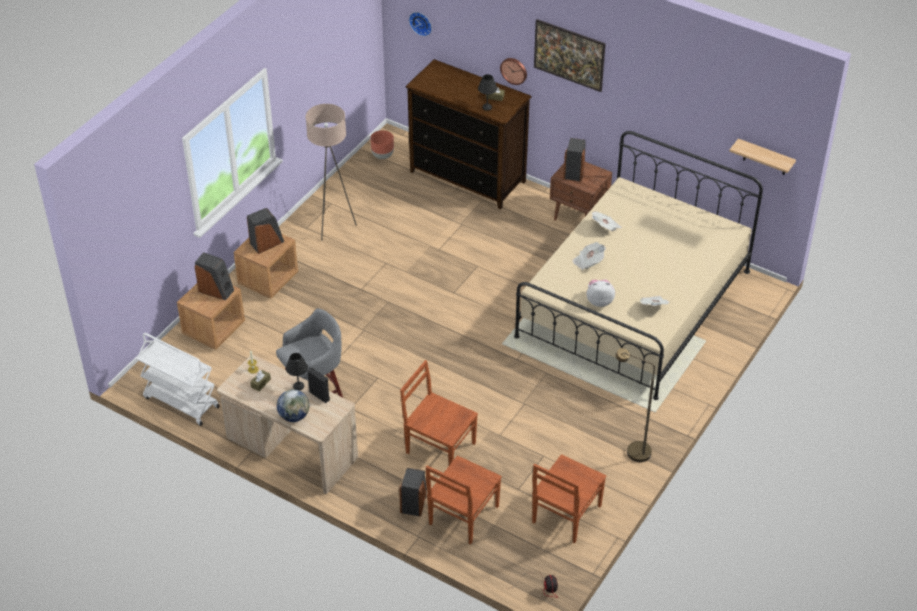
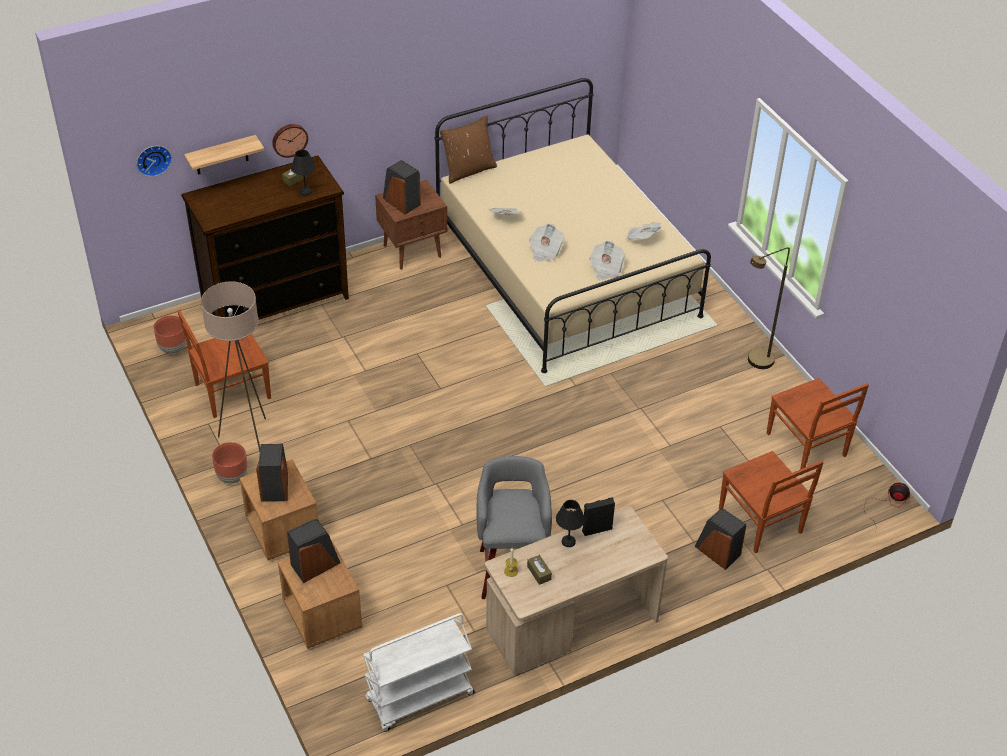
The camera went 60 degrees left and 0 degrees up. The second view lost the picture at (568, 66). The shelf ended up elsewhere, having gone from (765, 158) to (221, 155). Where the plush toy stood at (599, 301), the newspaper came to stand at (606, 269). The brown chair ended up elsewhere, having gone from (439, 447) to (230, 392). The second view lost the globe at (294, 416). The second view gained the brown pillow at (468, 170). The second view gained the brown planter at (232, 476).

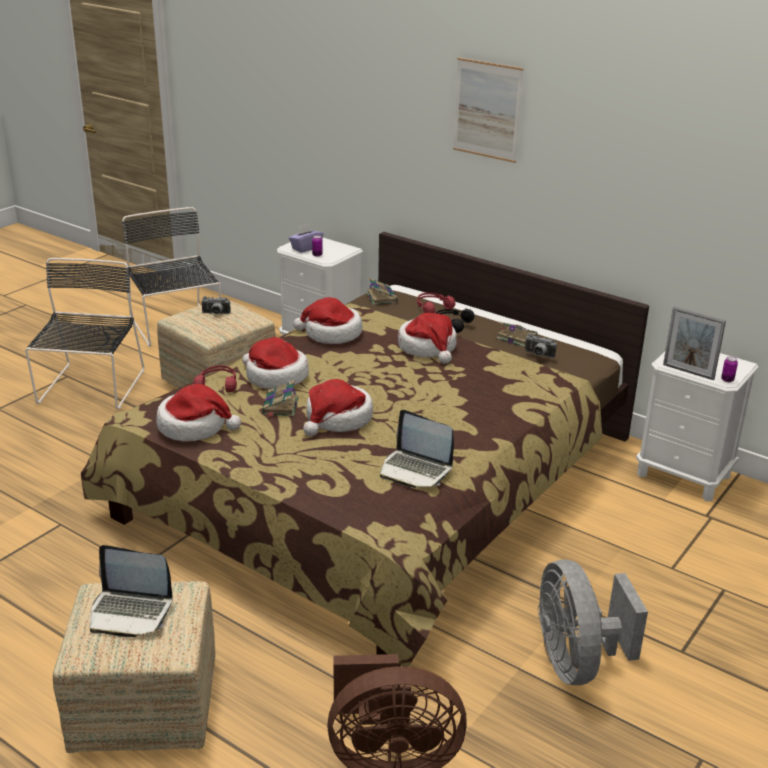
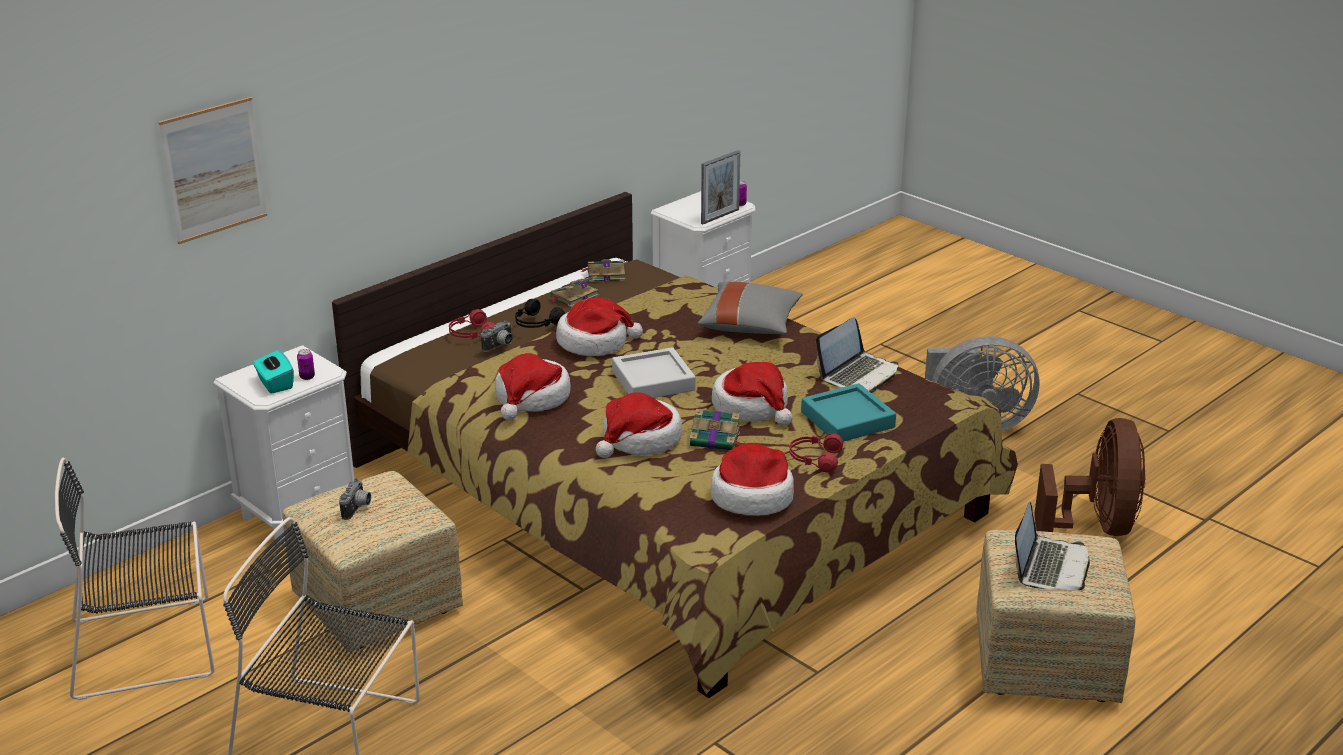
The camera went 80 degrees left and 0 degrees up. The picture ended up elsewhere, having gone from (487, 110) to (214, 170). What was the purple tissue box at (306, 248) turned into the turquoise tissue box at (275, 384). The book ended up elsewhere, having gone from (381, 297) to (605, 274). The photo camera ended up elsewhere, having gone from (538, 355) to (500, 346). The red headphones ended up elsewhere, having gone from (218, 384) to (814, 459). The second view gained the grey pillow at (750, 325). The second view gained the grey tray at (653, 381). The second view gained the turquoise tray at (847, 420).

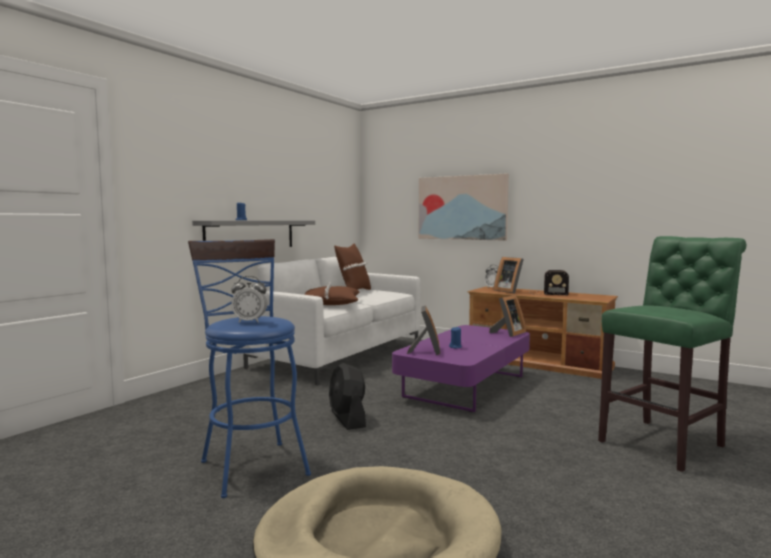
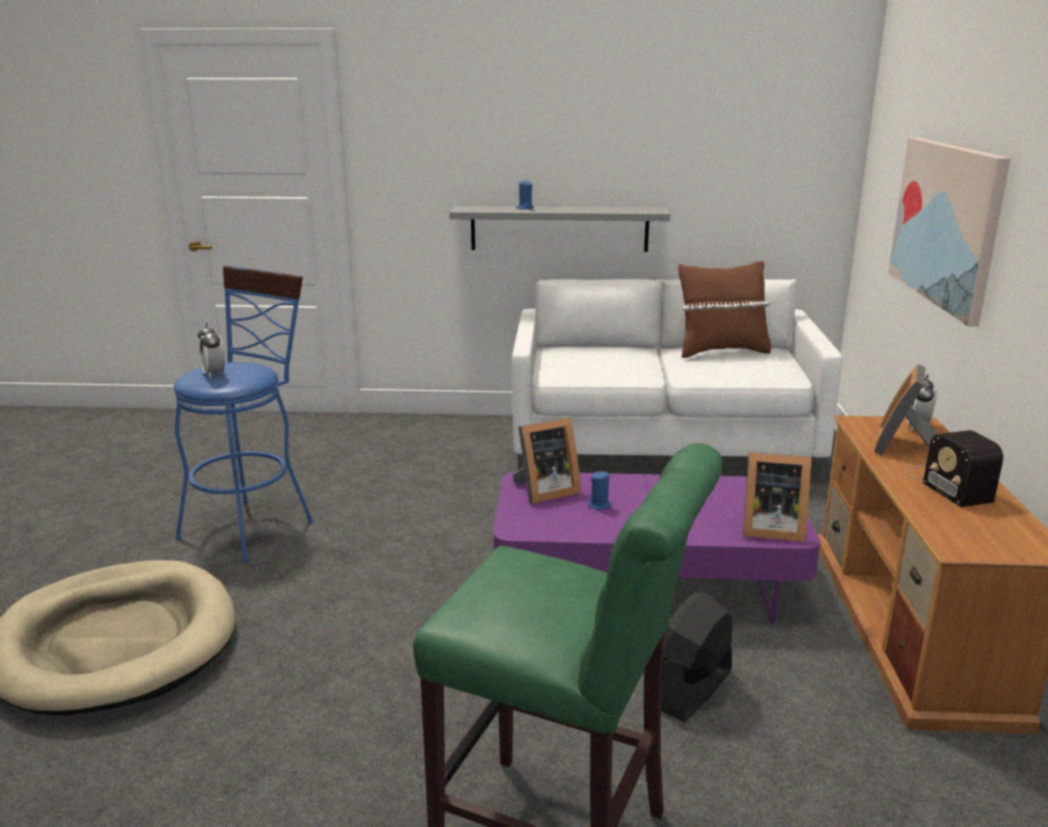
The camera went 60 degrees right and 15 degrees up. The second view lost the brown pillow at (330, 303). The black fan ended up elsewhere, having gone from (347, 419) to (692, 689).

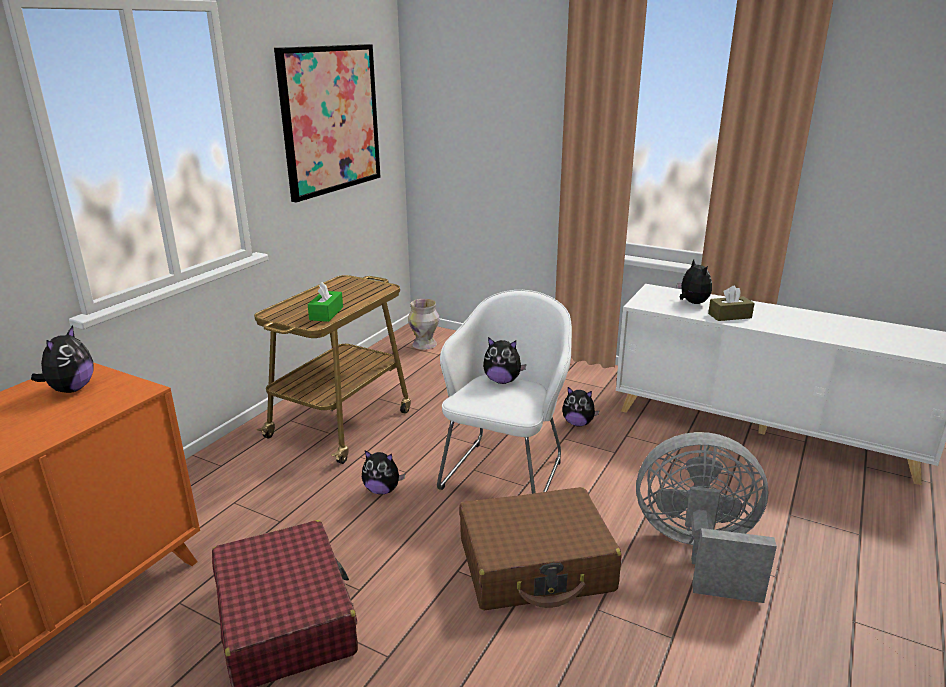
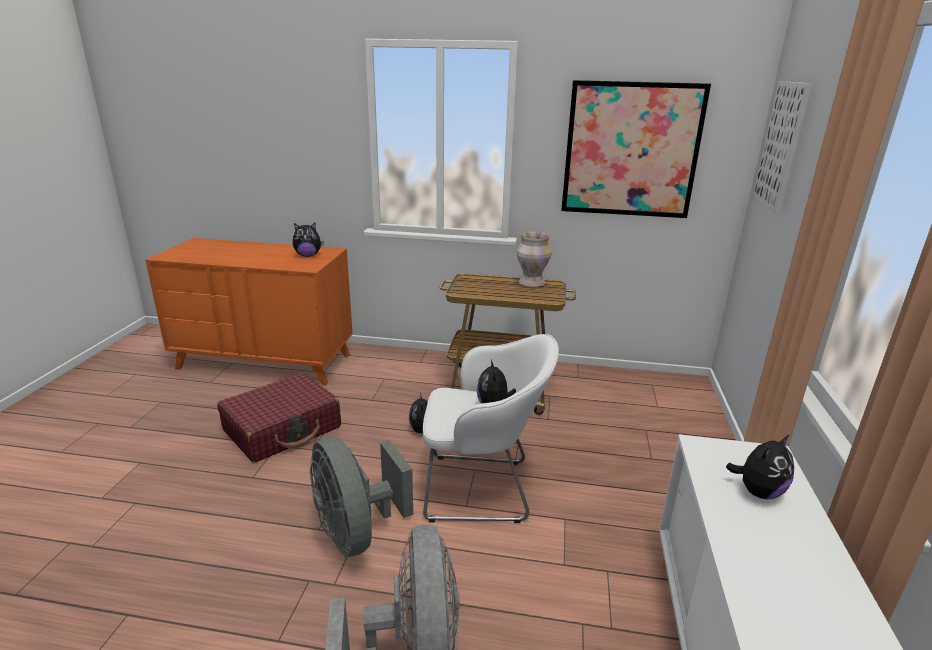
The camera went 70 degrees right and 0 degrees up. The second view lost the green tissue box at (326, 313). The second view lost the brown tissue box at (729, 316). The vase ended up elsewhere, having gone from (424, 345) to (531, 283). The second view lost the plush toy at (578, 423). Where the brown suitcase stood at (536, 565), the grey fan came to stand at (357, 532). The second view gained the picture at (781, 146).

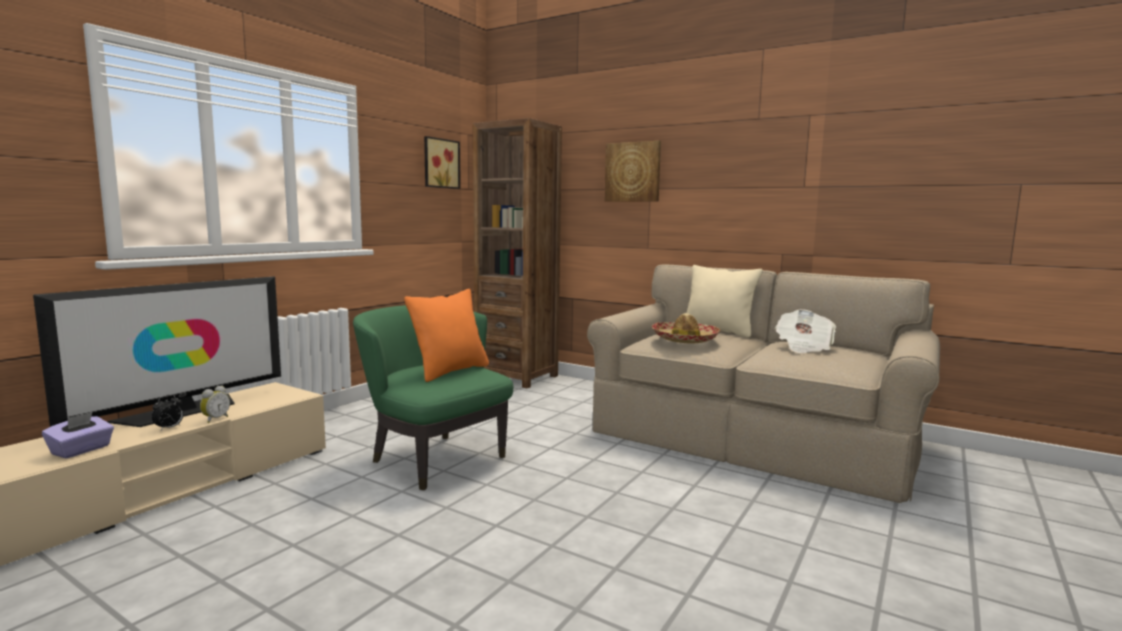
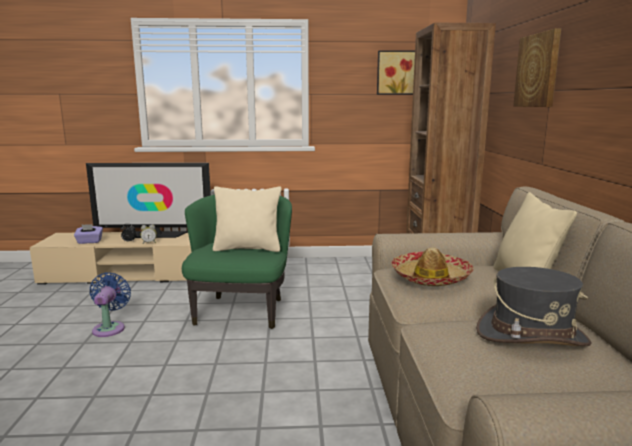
The camera went 55 degrees right and 5 degrees up. What was the orange pillow at (450, 371) turned into the beige pillow at (248, 248). Where the newspaper stood at (803, 347), the grey hat came to stand at (531, 336). The second view gained the blue fan at (110, 328).

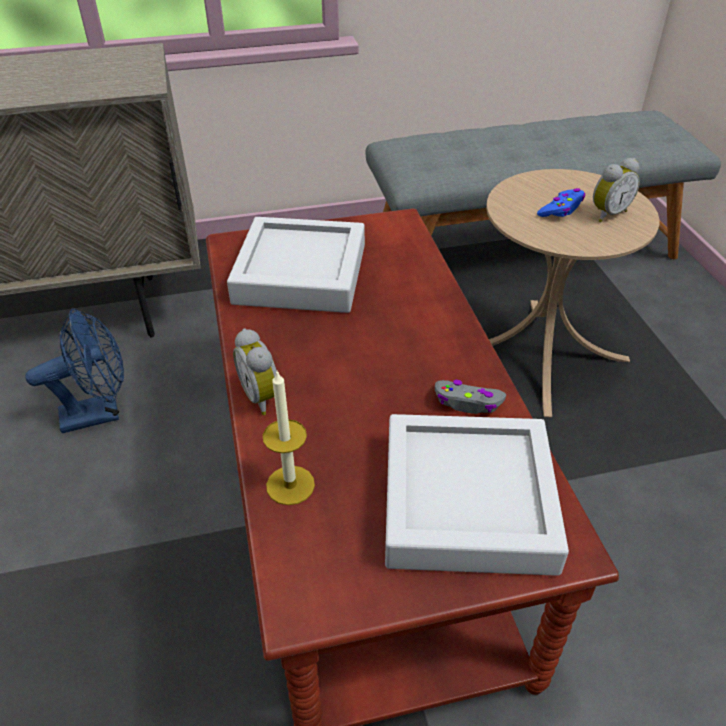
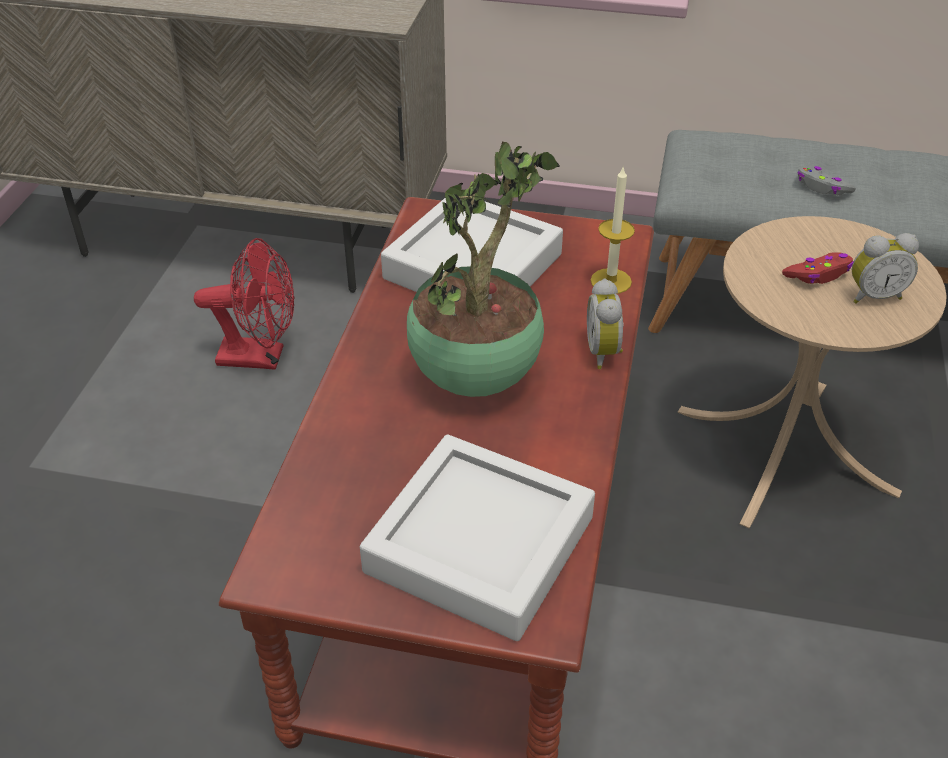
The camera went 25 degrees right and 0 degrees up. What was the blue game controller at (561, 209) turned into the red game controller at (818, 274). What was the blue fan at (100, 413) turned into the red fan at (261, 357). The alarm clock ended up elsewhere, having gone from (263, 396) to (605, 352). The candle ended up elsewhere, having gone from (290, 485) to (611, 281). The grey game controller ended up elsewhere, having gone from (468, 402) to (822, 188). The second view gained the potted plant at (477, 376).

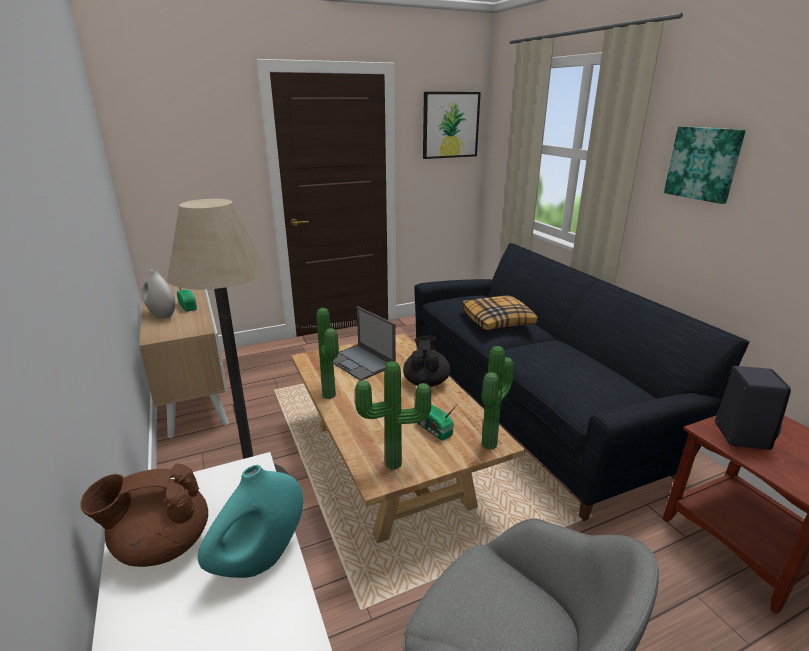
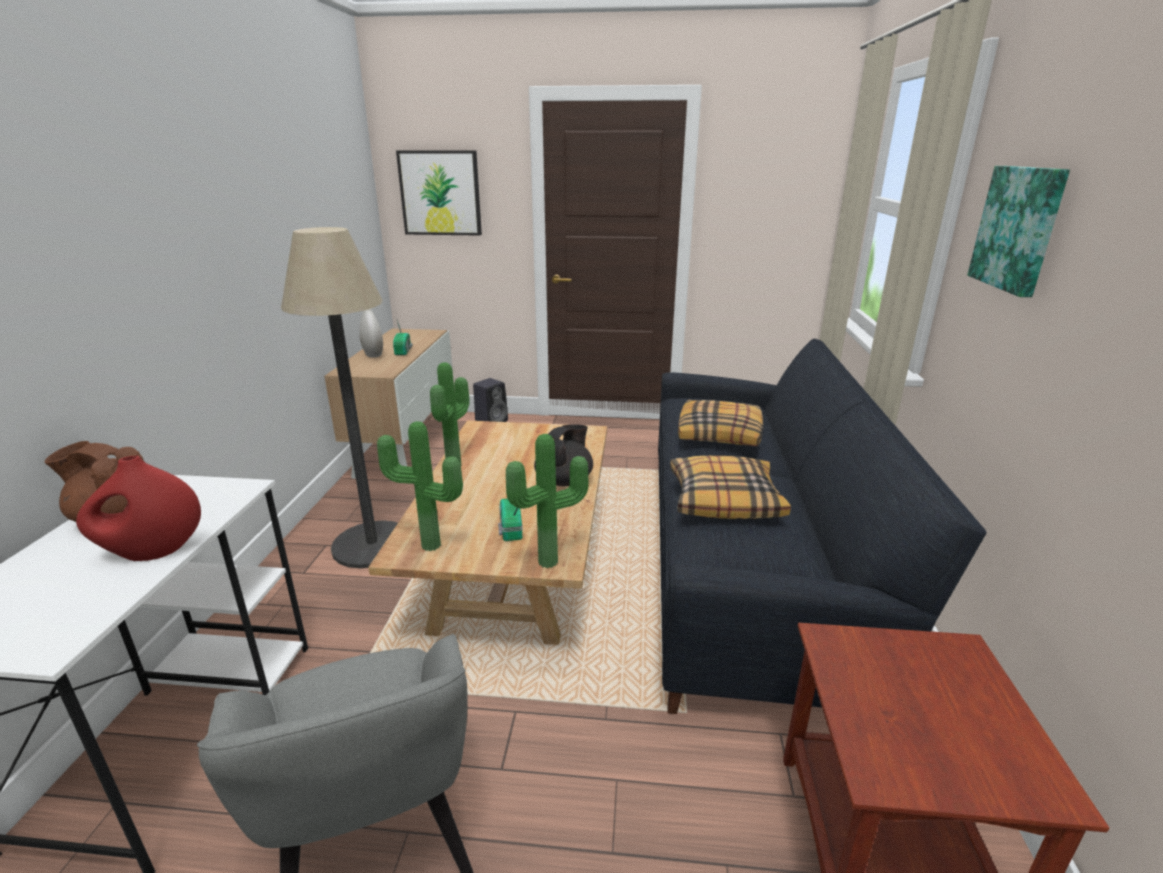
The camera went 30 degrees right and 0 degrees up. The picture ended up elsewhere, having gone from (450, 125) to (440, 193). The second view lost the laptop at (361, 362). The black speaker ended up elsewhere, having gone from (740, 434) to (492, 421). What was the turquoise vase at (260, 560) turned into the red vase at (152, 552). The second view gained the pillow at (724, 499).

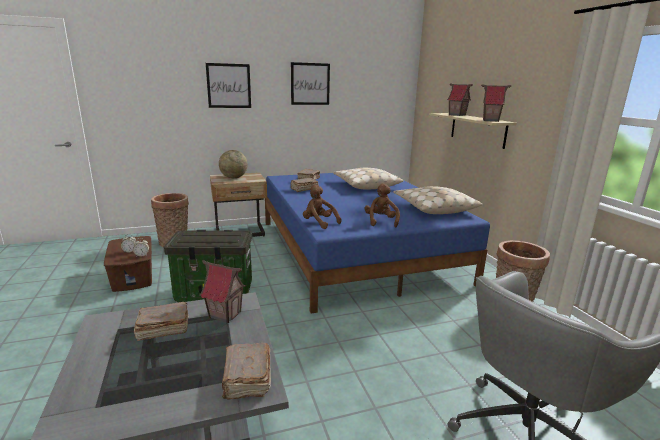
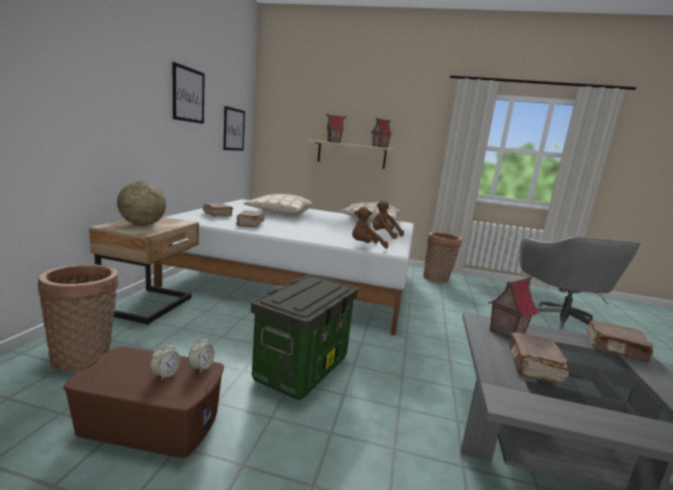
The camera went 60 degrees left and 5 degrees down. The picture ended up elsewhere, having gone from (229, 86) to (234, 129). What was the blue bed at (356, 250) turned into the white bed at (297, 279).

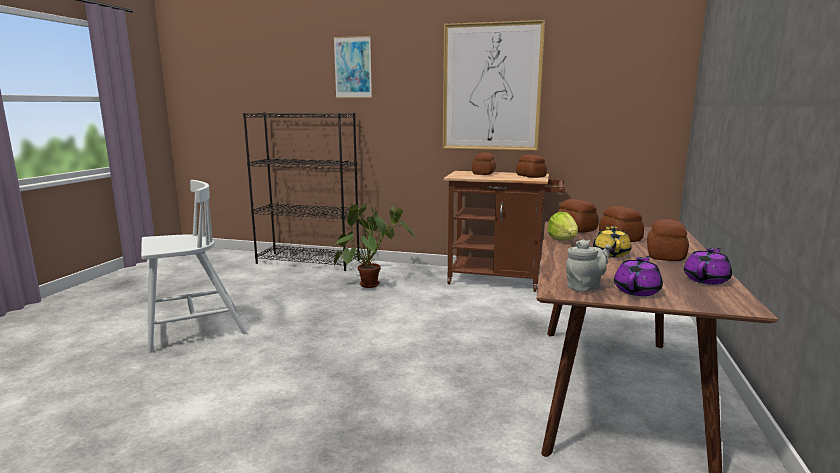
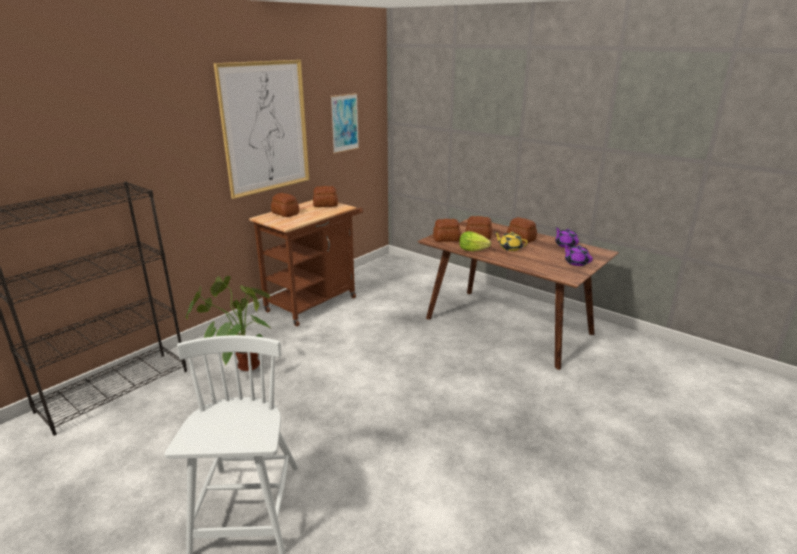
The camera went 65 degrees left and 10 degrees up. The picture ended up elsewhere, having gone from (353, 67) to (344, 123). The second view lost the grey teapot at (585, 287).

